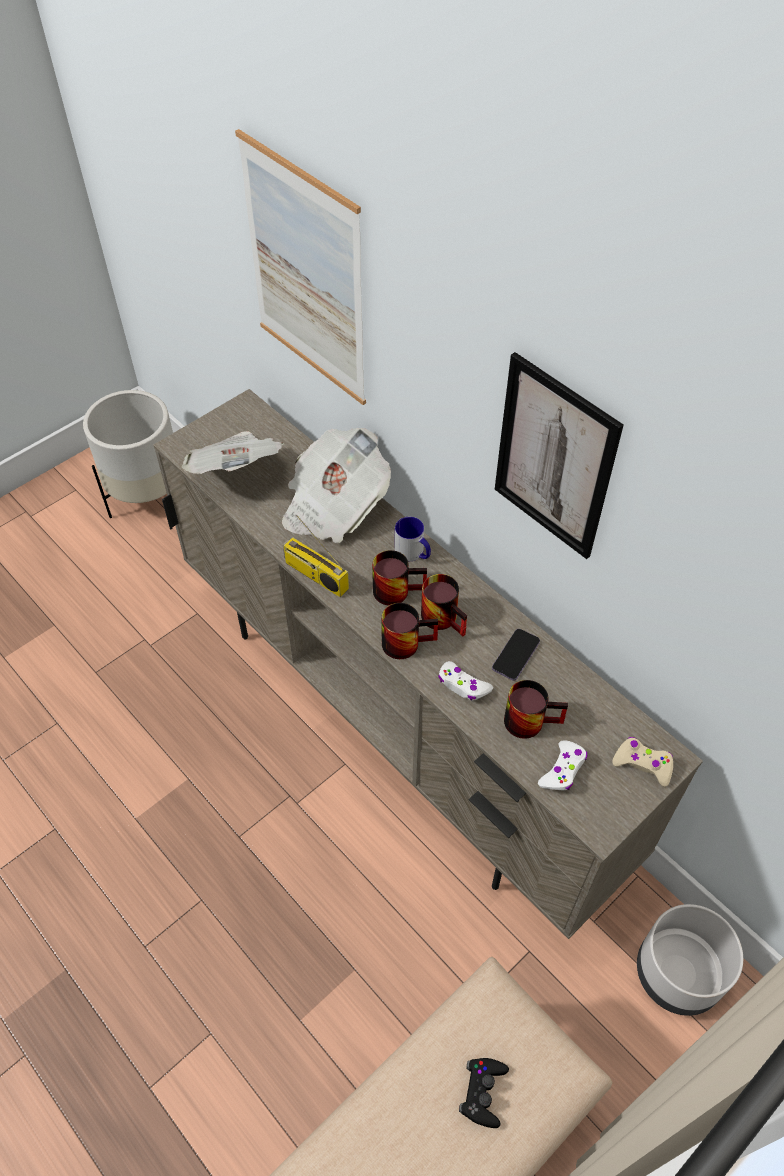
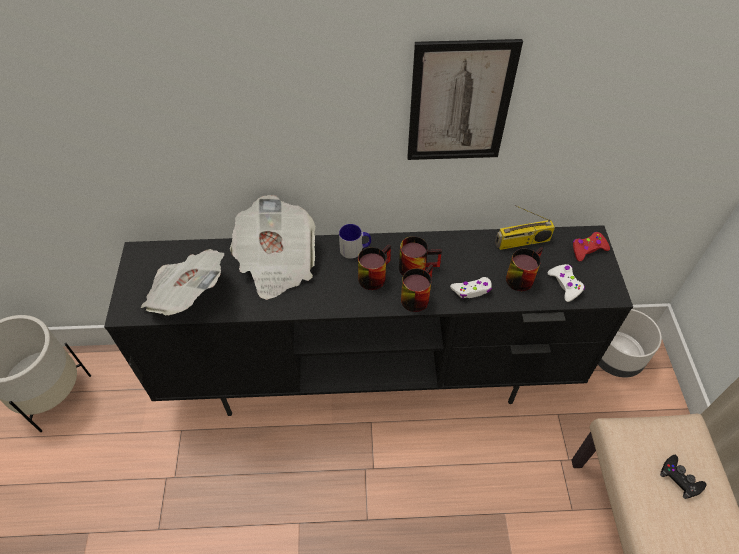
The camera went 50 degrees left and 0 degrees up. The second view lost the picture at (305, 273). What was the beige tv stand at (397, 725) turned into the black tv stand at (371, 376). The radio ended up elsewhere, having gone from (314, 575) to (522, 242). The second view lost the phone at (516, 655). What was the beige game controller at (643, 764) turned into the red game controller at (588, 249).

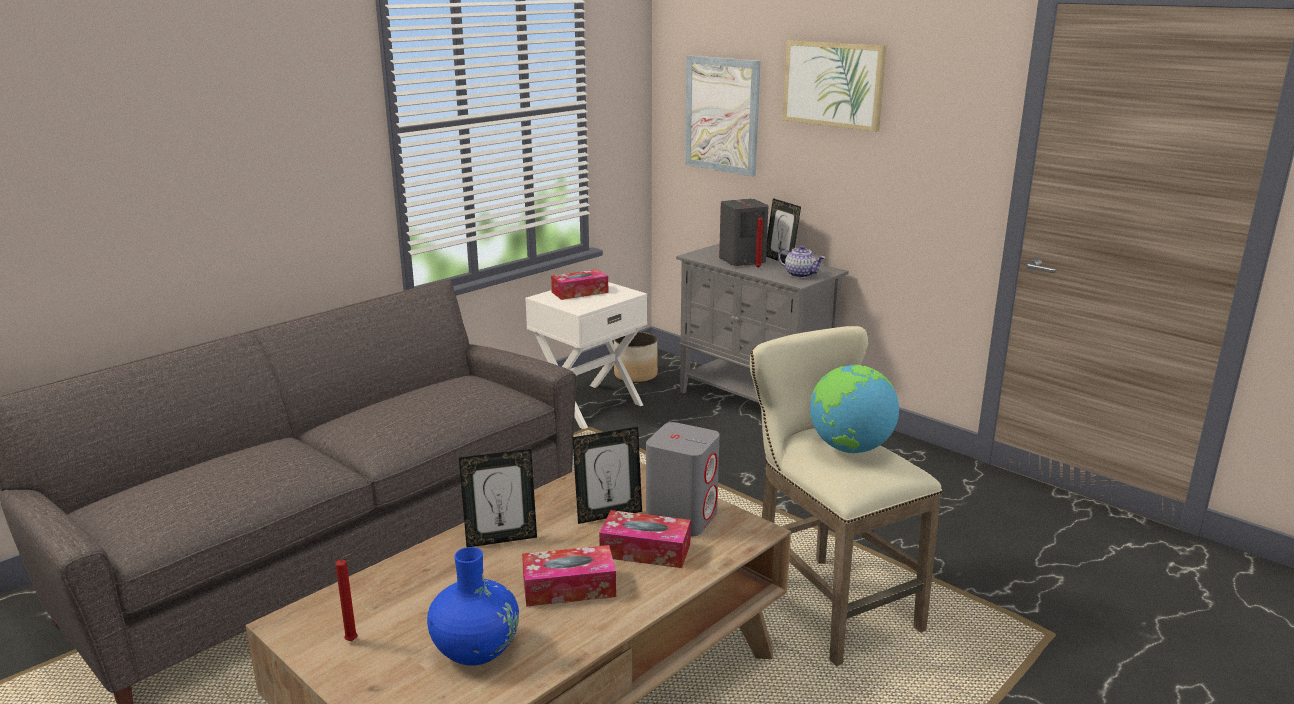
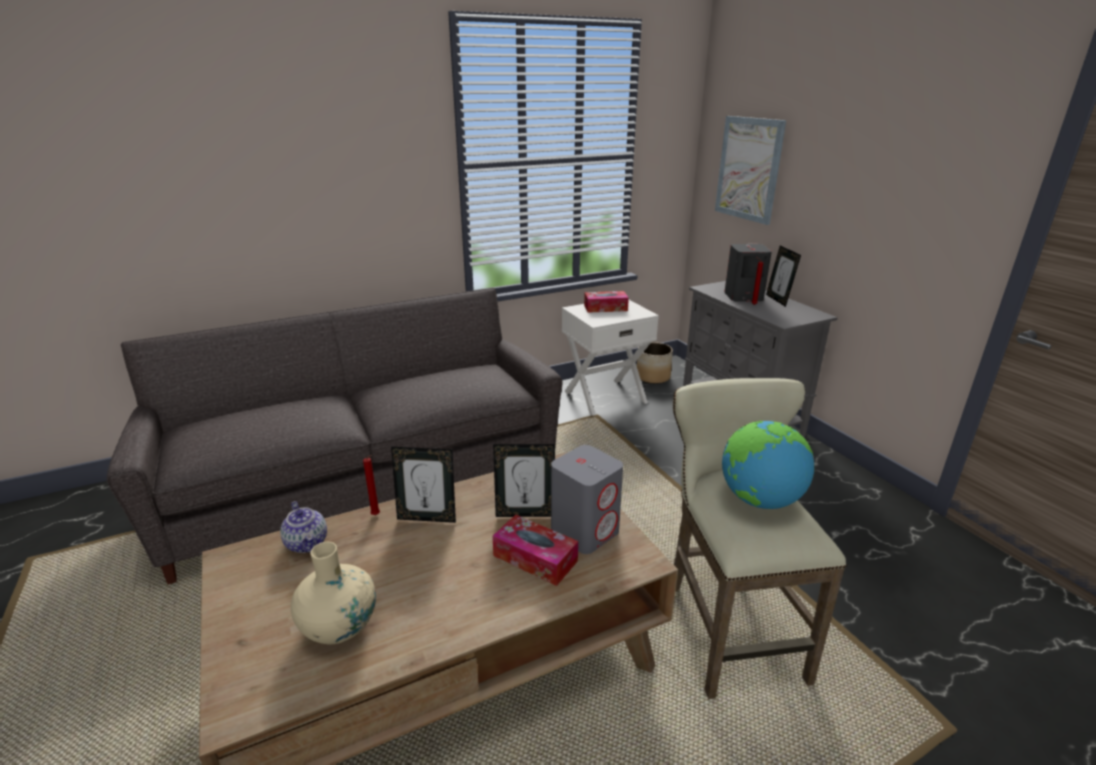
The camera went 20 degrees right and 5 degrees up. The second view lost the picture at (833, 84). The teapot ended up elsewhere, having gone from (800, 274) to (307, 543). The second view lost the tissue box at (569, 587). What was the blue vase at (475, 649) turned into the beige vase at (339, 626). The red candle ended up elsewhere, having gone from (353, 641) to (376, 515).

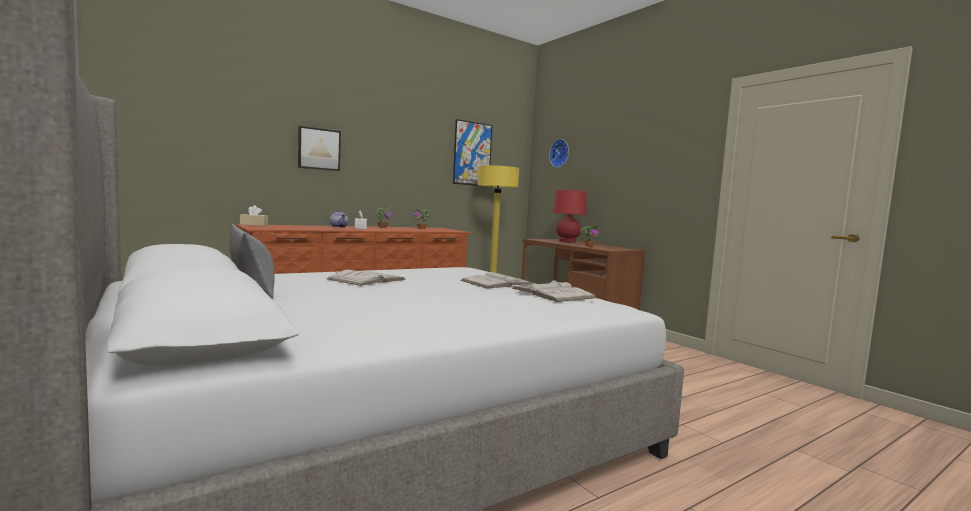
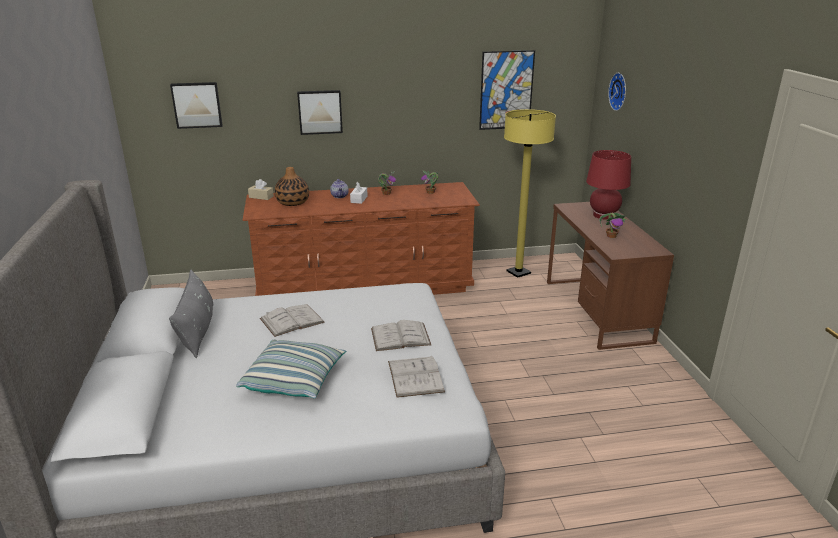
The camera went 25 degrees right and 20 degrees up. The second view gained the picture at (197, 105). The second view gained the vase at (292, 202). The second view gained the pillow at (294, 380).

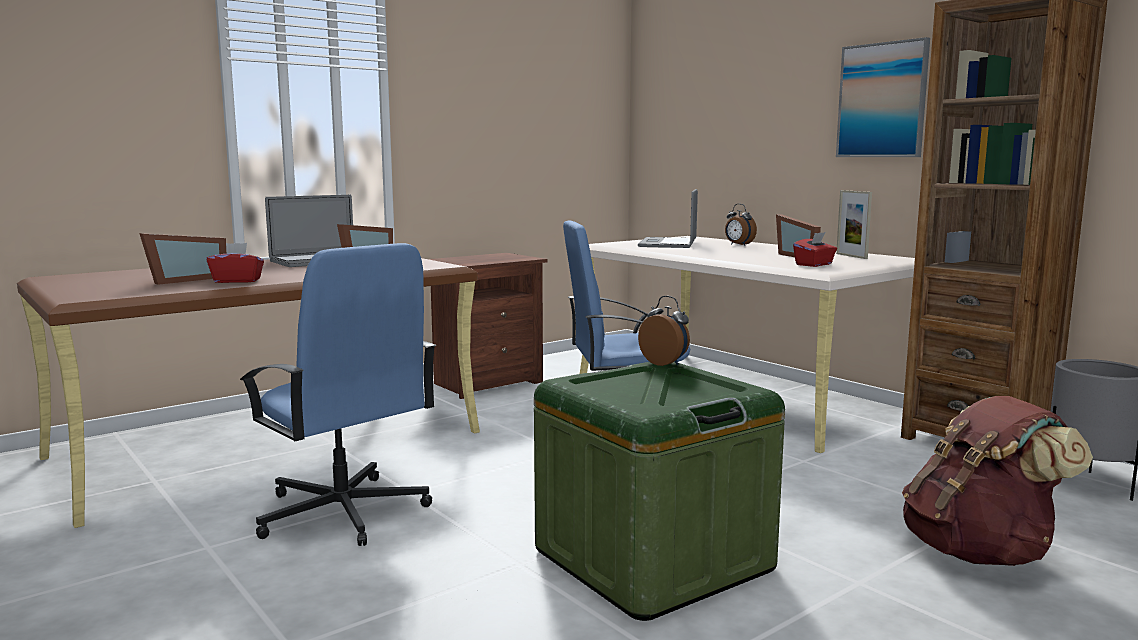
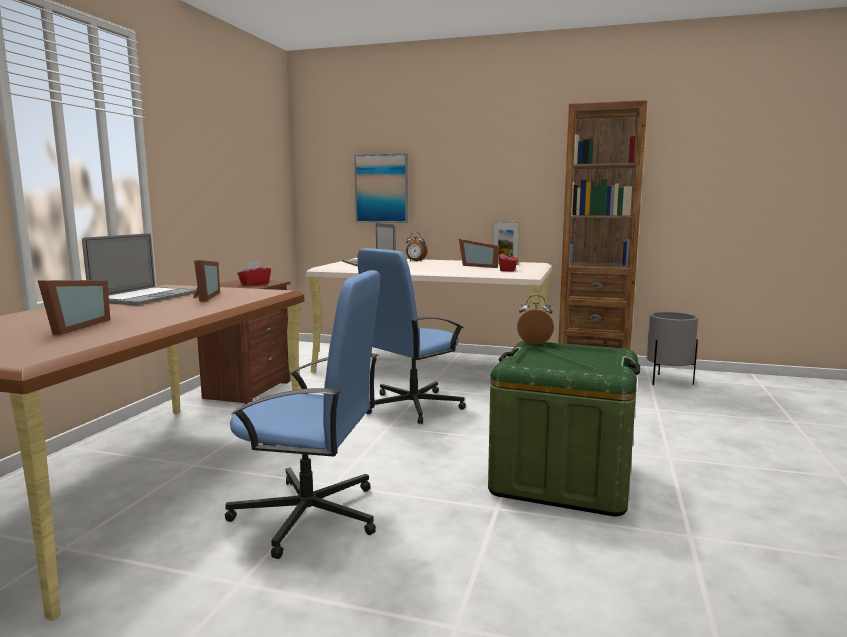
The camera went 35 degrees left and 0 degrees up. The picture ended up elsewhere, having gone from (882, 100) to (382, 188). The red tissue box ended up elsewhere, having gone from (237, 281) to (254, 284). The second view lost the brown backpack at (980, 552).

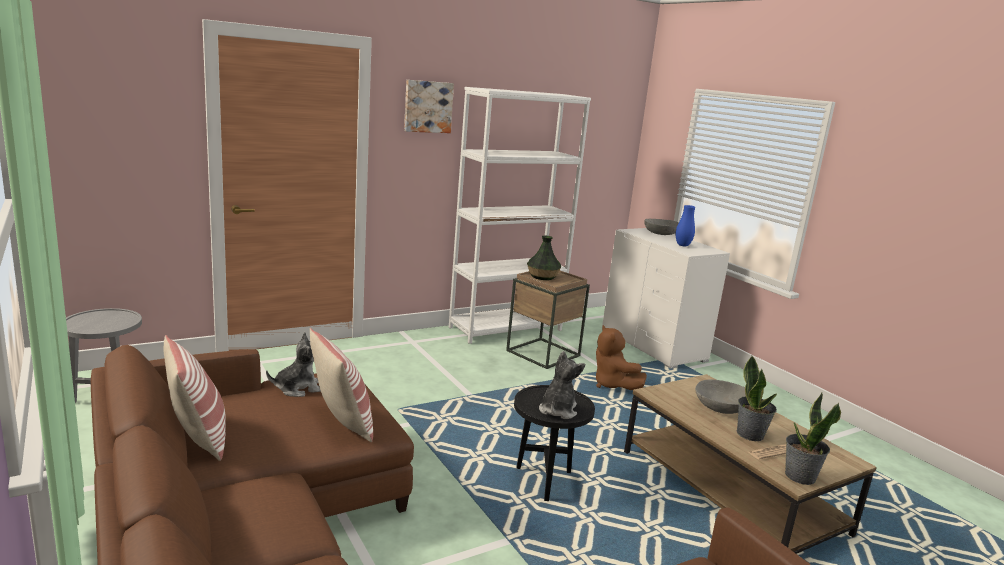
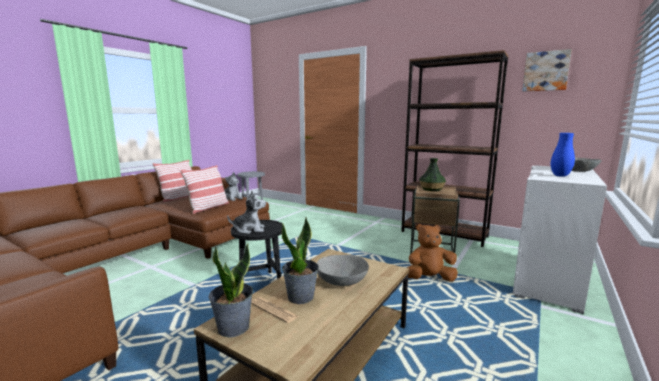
The camera went 65 degrees right and 5 degrees down. The picture ended up elsewhere, having gone from (427, 106) to (546, 71). What was the white bookcase at (506, 328) turned into the brown bookcase at (444, 234). The brown plush toy at (612, 385) ended up facing another way, 45 degrees clockwise from before.

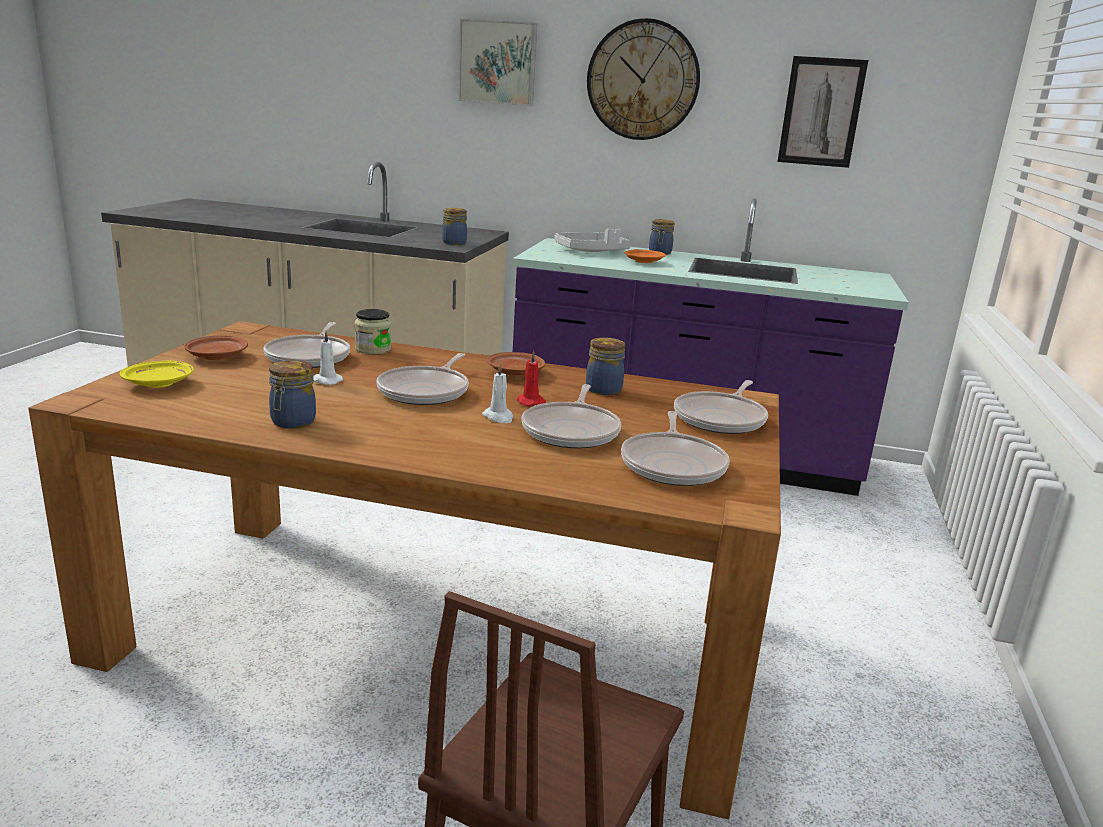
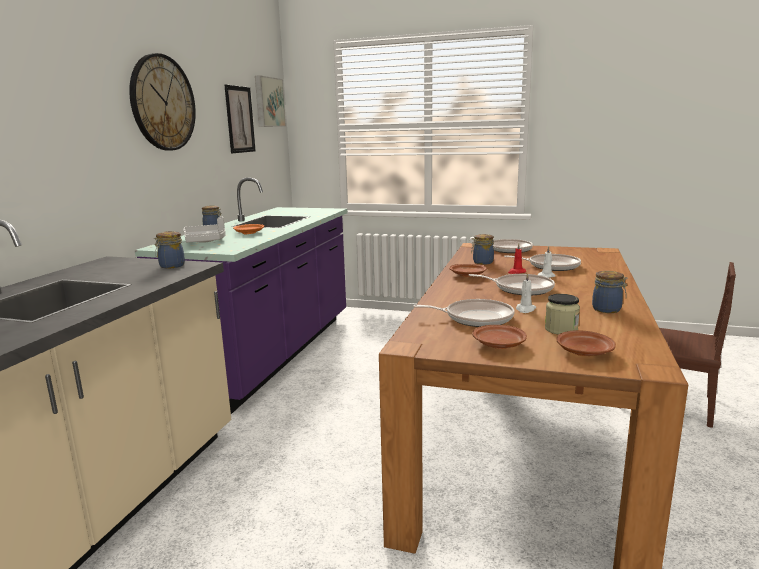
The camera went 85 degrees left and 5 degrees down. The picture ended up elsewhere, having gone from (498, 63) to (268, 102). The jar ended up elsewhere, having gone from (373, 349) to (561, 329). What was the yellow plate at (159, 384) turned into the brown plate at (584, 351). The second view lost the frying pan at (673, 465).

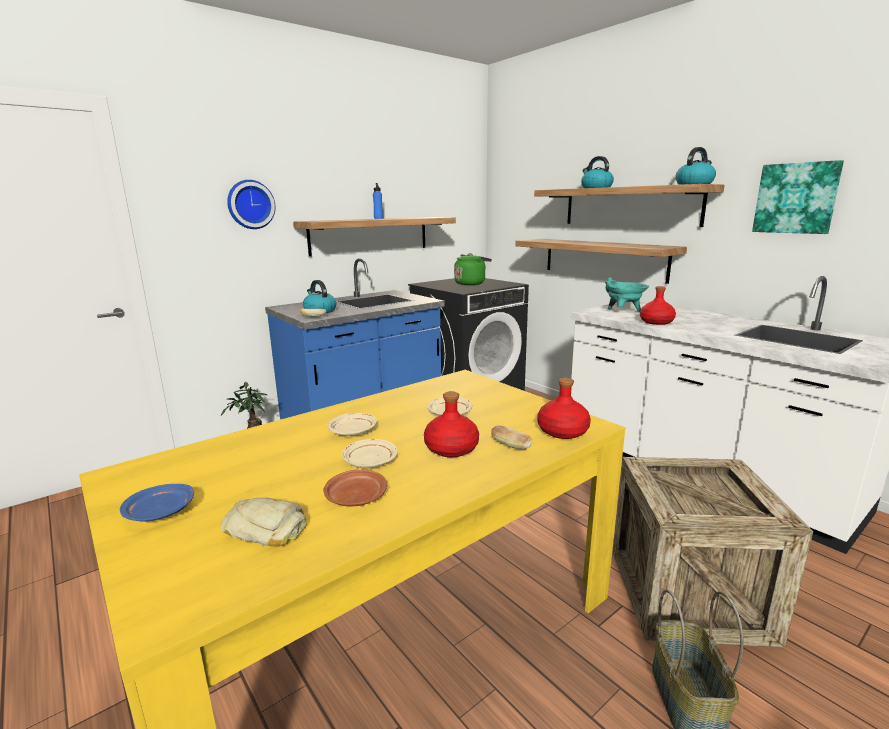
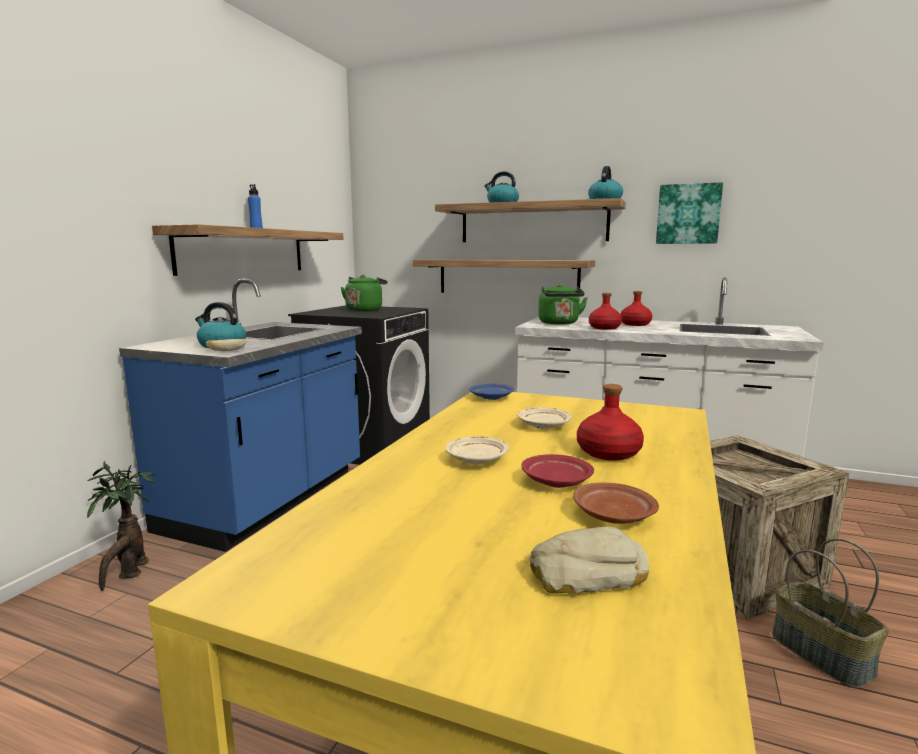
The camera went 30 degrees left and 5 degrees down. The second view lost the wall clock at (250, 204). Where the turquoise cooking pot stood at (623, 312), the green kettle came to stand at (559, 323). The red bottle ended up elsewhere, having gone from (562, 431) to (635, 324). The second view lost the bread at (510, 446). What was the beige plate at (369, 461) turned into the red plate at (555, 481). The blue plate ended up elsewhere, having gone from (161, 512) to (492, 397).

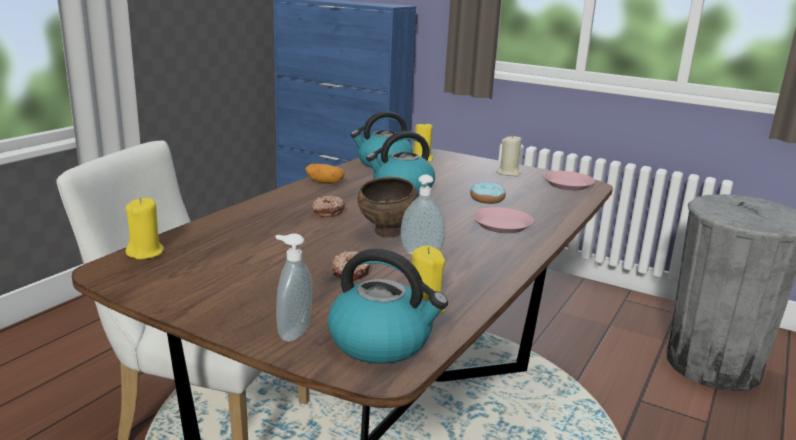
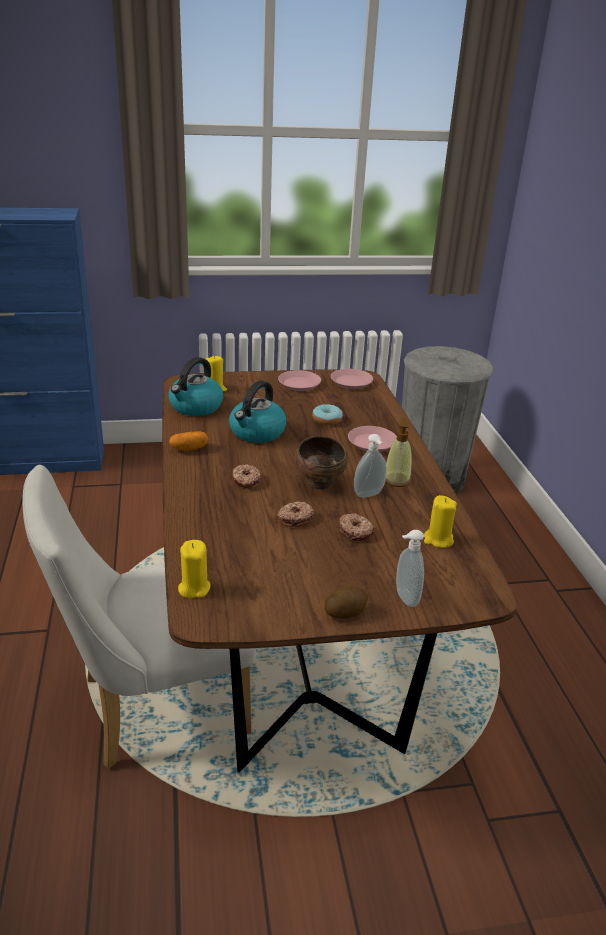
The camera went 40 degrees left and 10 degrees up. Where the beige candle stood at (509, 173), the pink plate came to stand at (299, 384). The second view lost the kettle at (382, 342). The second view gained the soap dispenser at (396, 480). The second view gained the donut at (295, 518). The second view gained the potato at (345, 612).

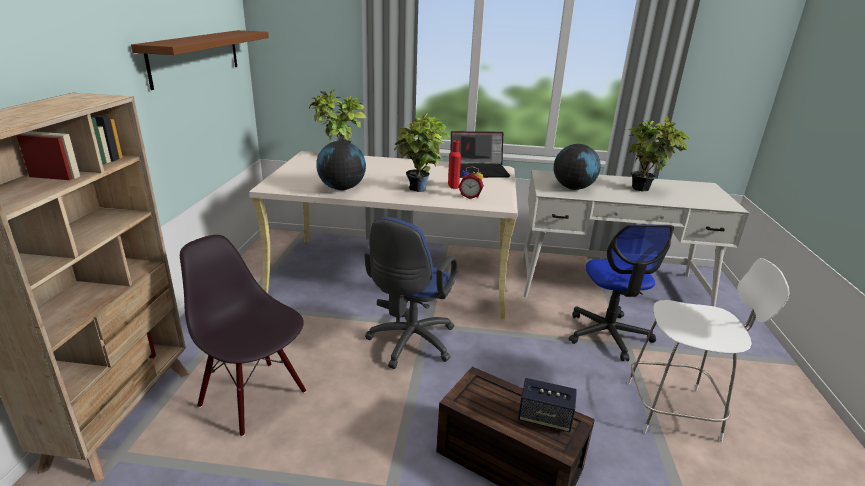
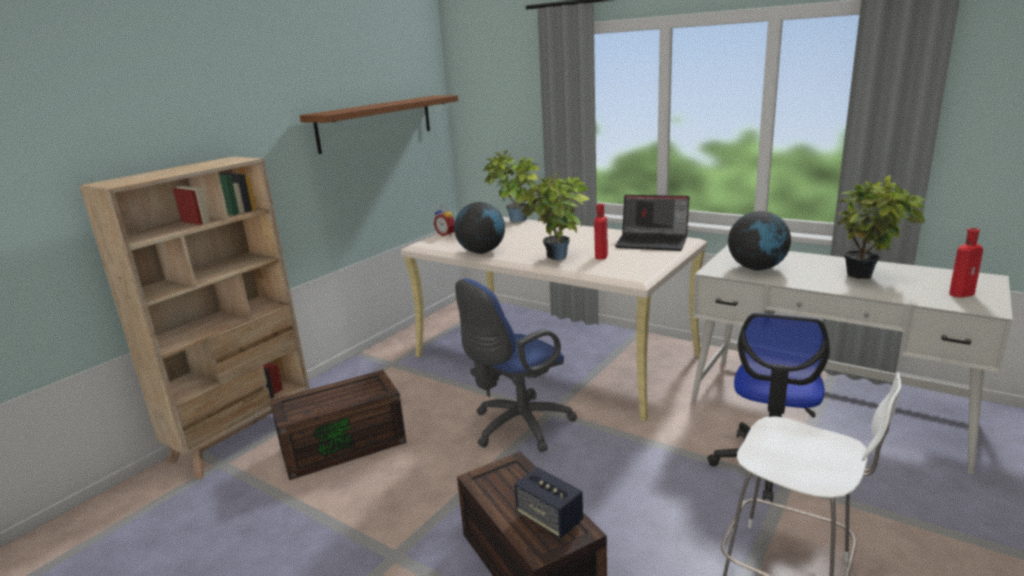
The camera went 30 degrees right and 5 degrees down. The alarm clock ended up elsewhere, having gone from (470, 196) to (447, 234). Where the black chair stood at (254, 397), the brown storage box came to stand at (344, 444). The second view gained the red bottle at (962, 293).

